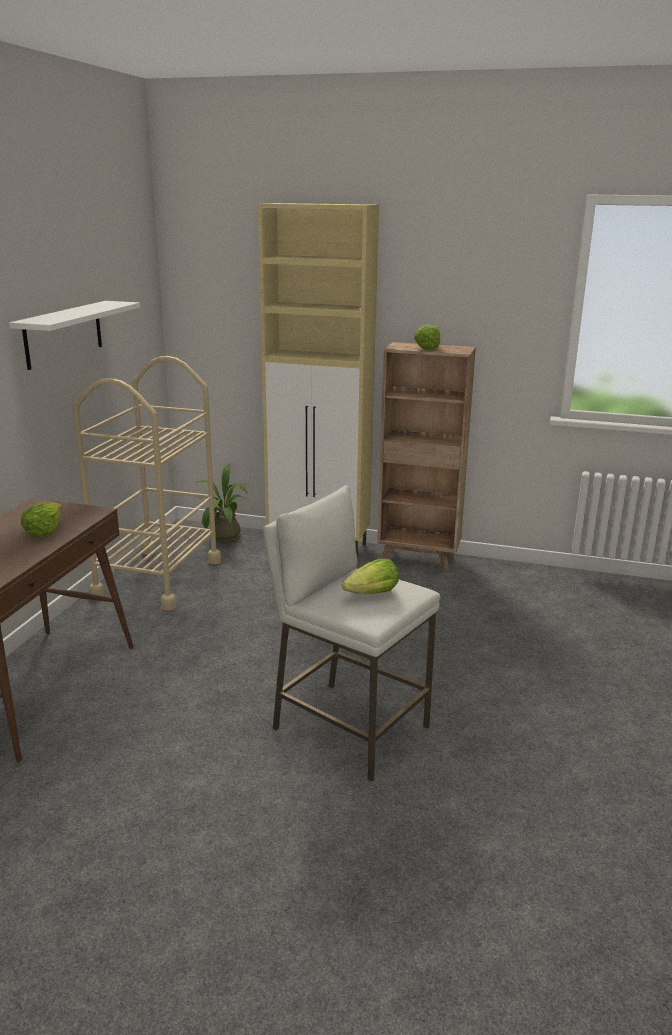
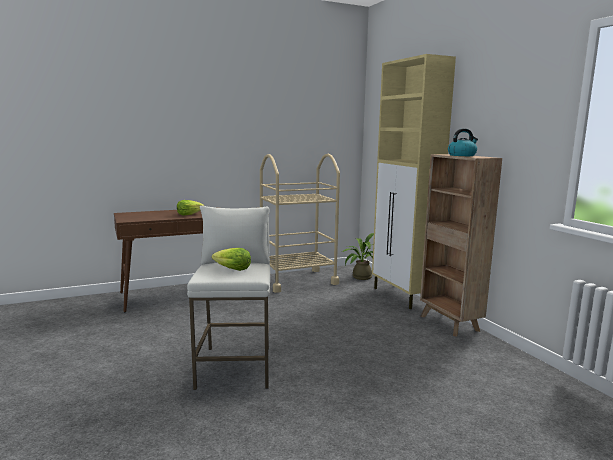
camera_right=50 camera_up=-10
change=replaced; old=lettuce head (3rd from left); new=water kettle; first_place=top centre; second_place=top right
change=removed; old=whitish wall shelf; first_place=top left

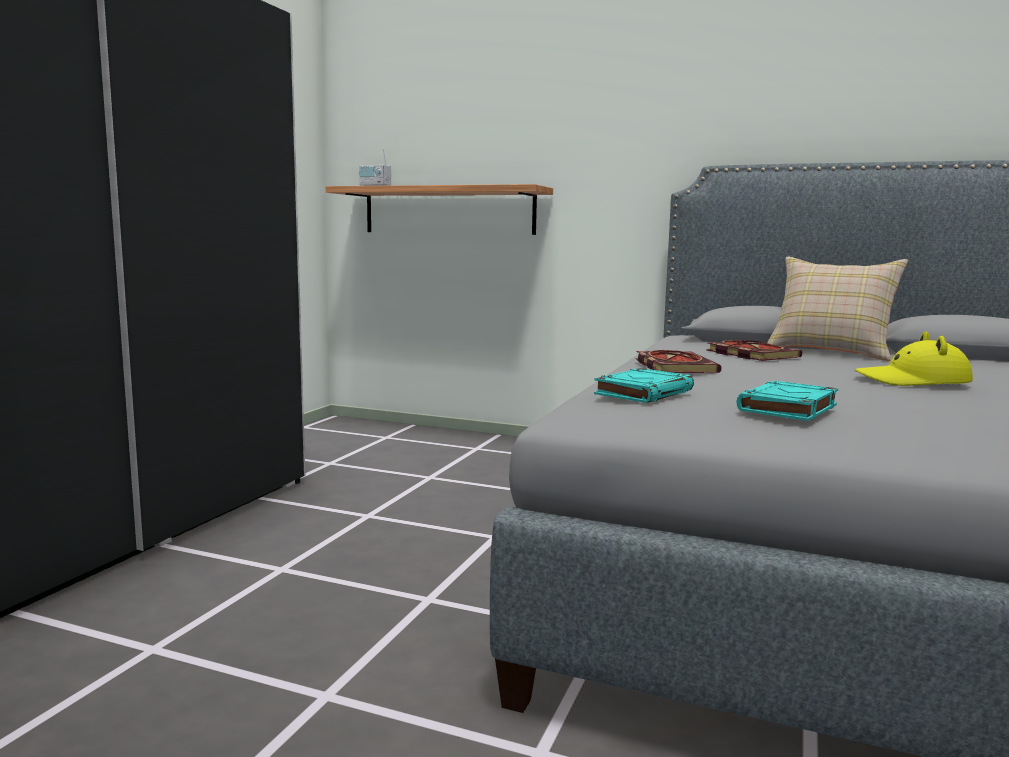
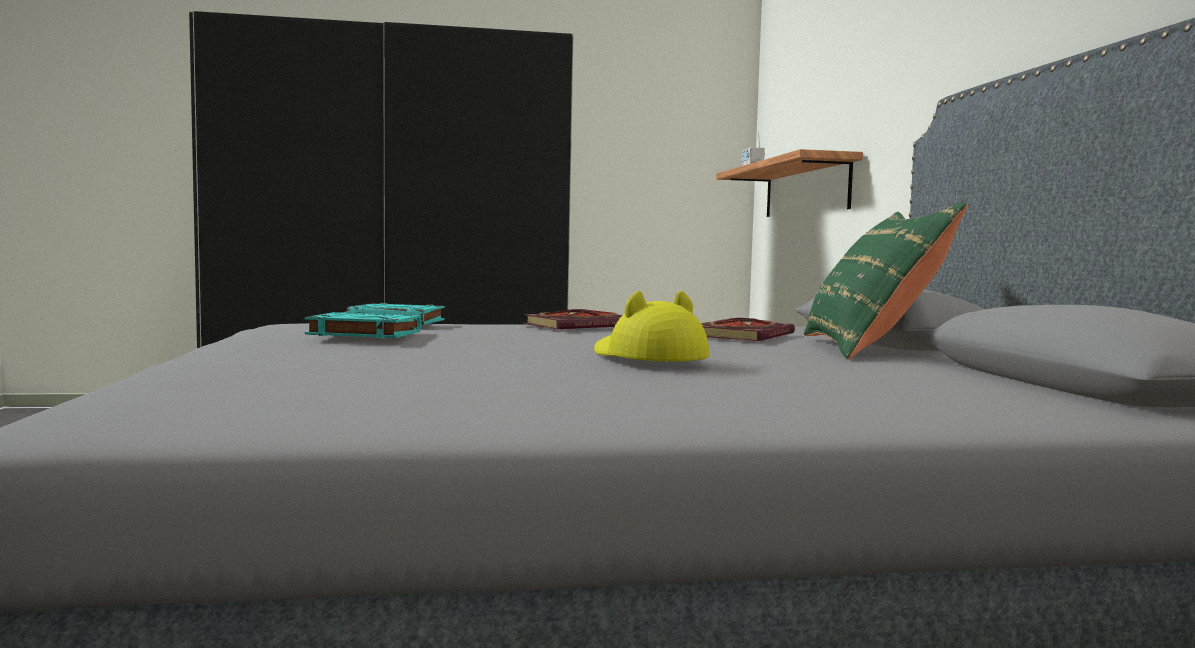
camera_right=60 camera_up=-5
change=recoloured; old=beige cushion; new=greenish cushion; first_place=middle right; second_place=middle right

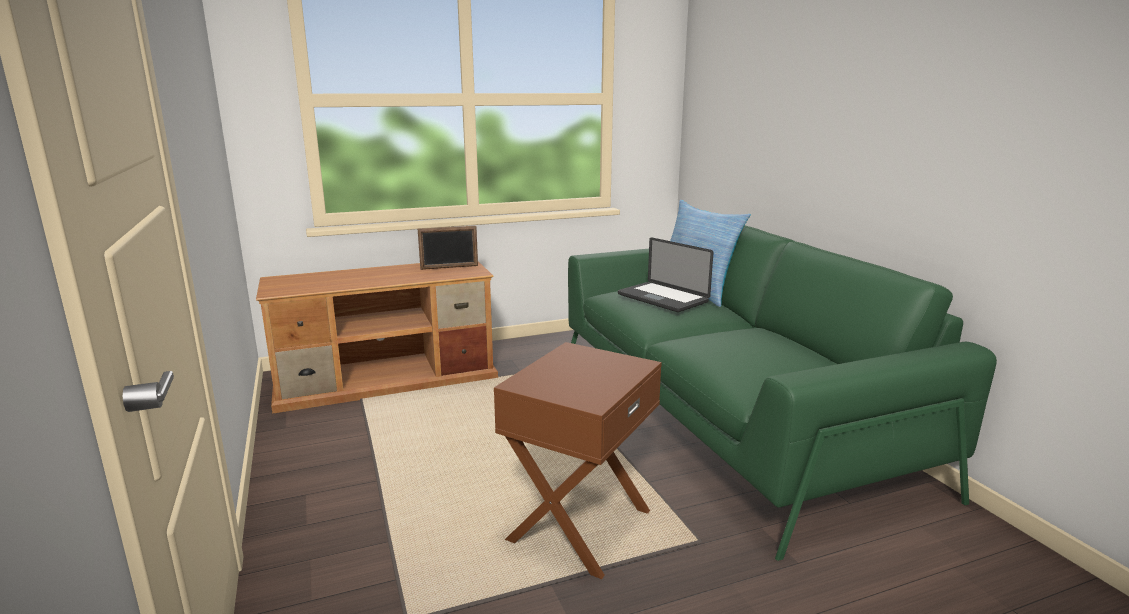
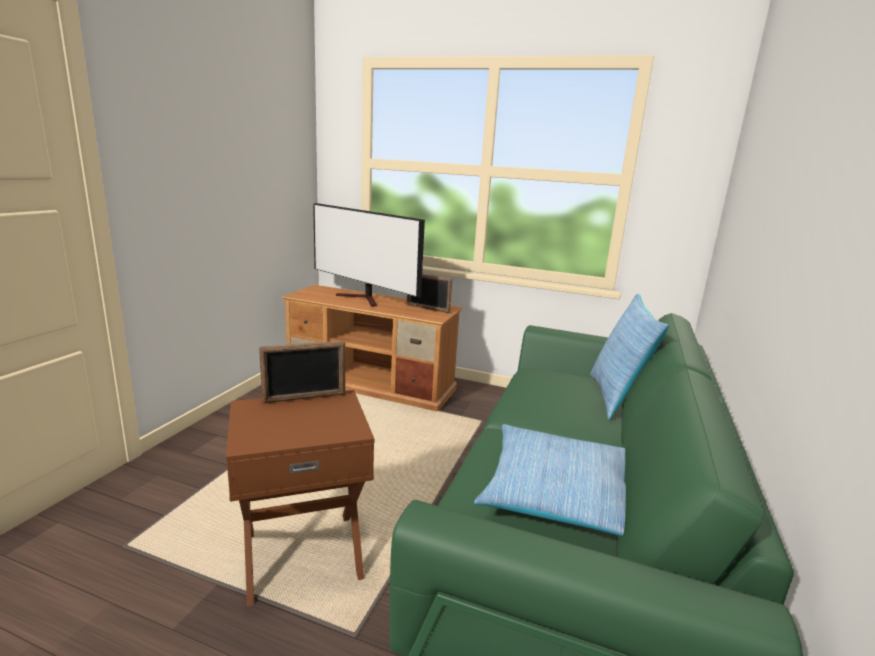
camera_right=40 camera_up=0
change=added; new=photo frame (1st from left); second_place=centre
change=added; new=TV set; second_place=centre
change=added; new=cushion (1st from left); second_place=bottom centre
change=removed; old=portable computer; first_place=centre

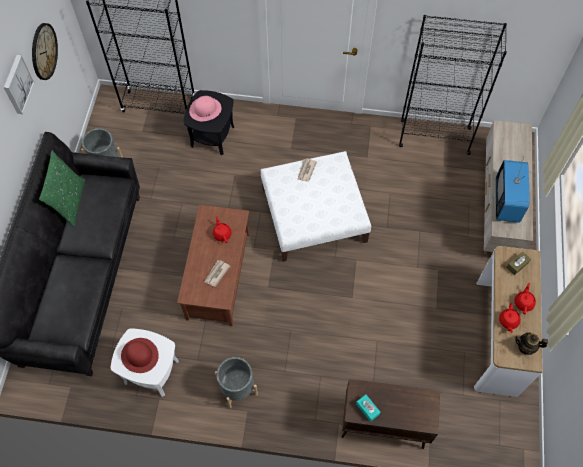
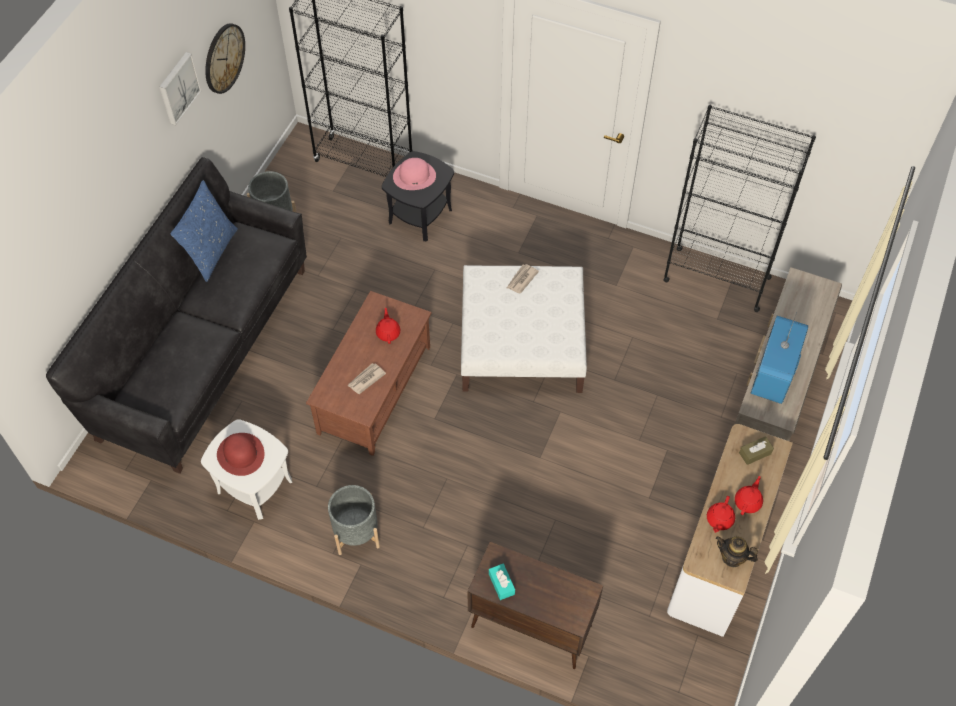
camera_right=15 camera_up=-5
change=recoloured; old=greenish cushion; new=blue cushion; first_place=middle left; second_place=top left

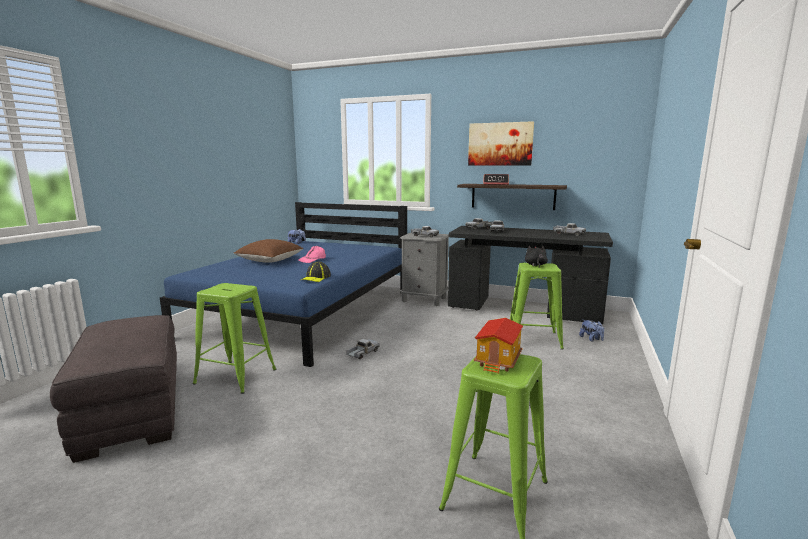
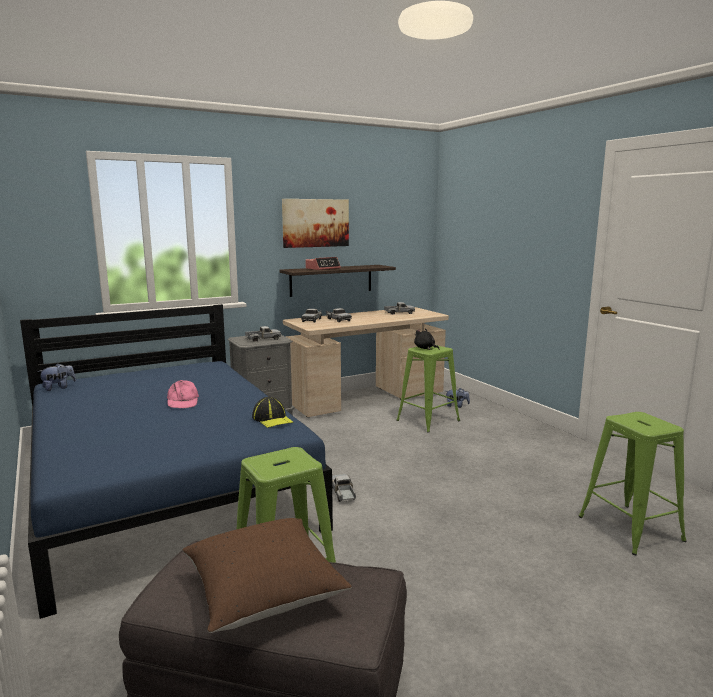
camera_right=-50 camera_up=0
change=moved; old=brownish cushion; first_place=middle left; second_place=bottom centre
change=recoloured; old=black-coloured desk table; new=beige desk table; first_place=centre; second_place=centre
change=removed; old=miniature house; first_place=centre

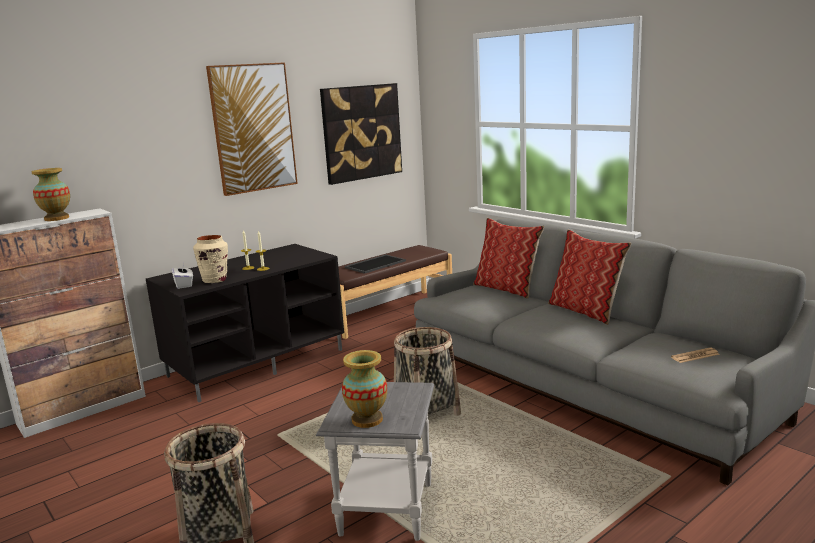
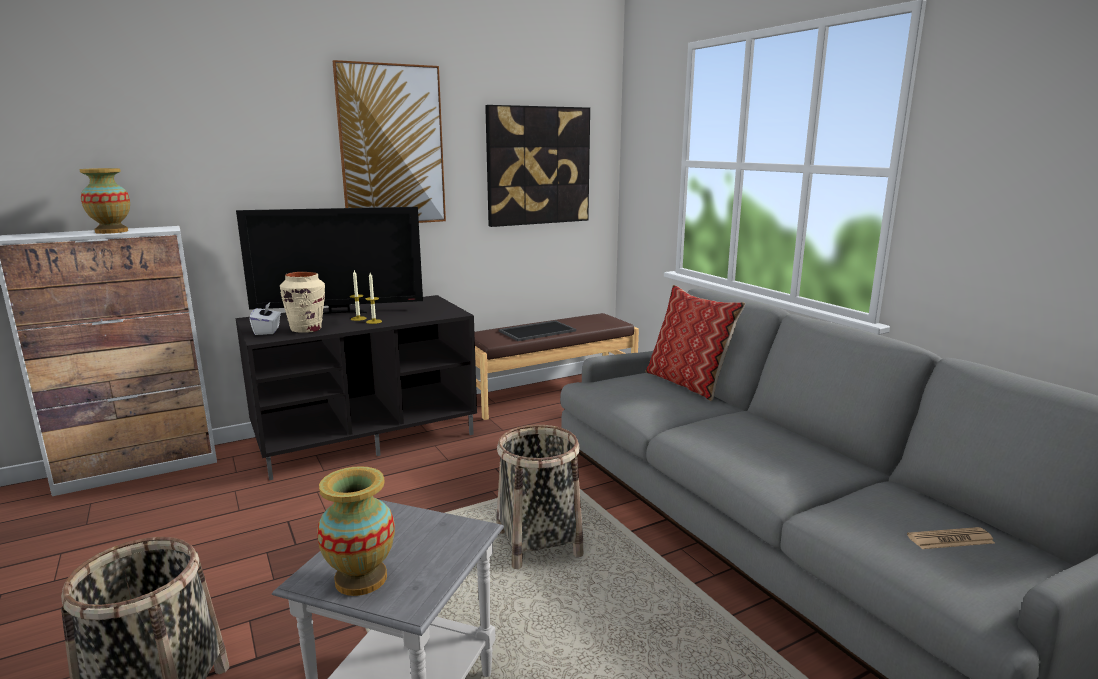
camera_right=10 camera_up=0
change=added; new=TV set; second_place=middle left
change=removed; old=cushion (2nd from left); first_place=middle right

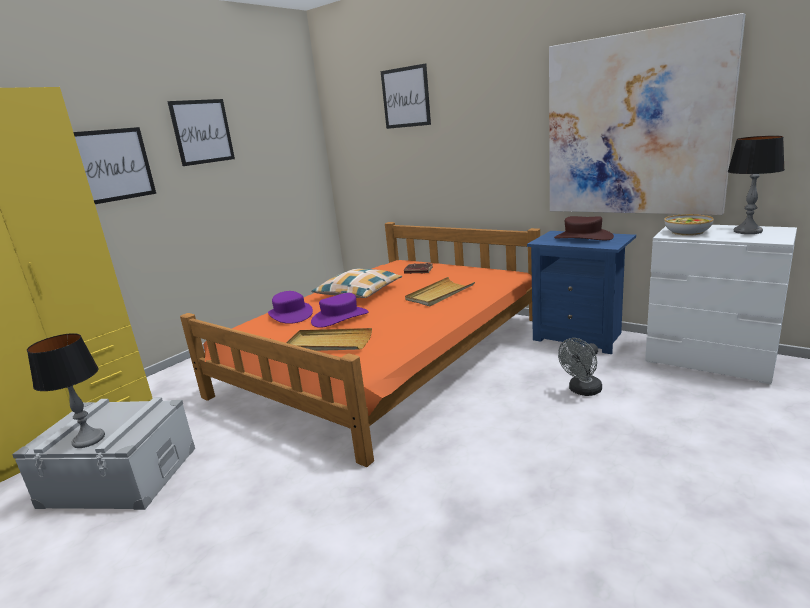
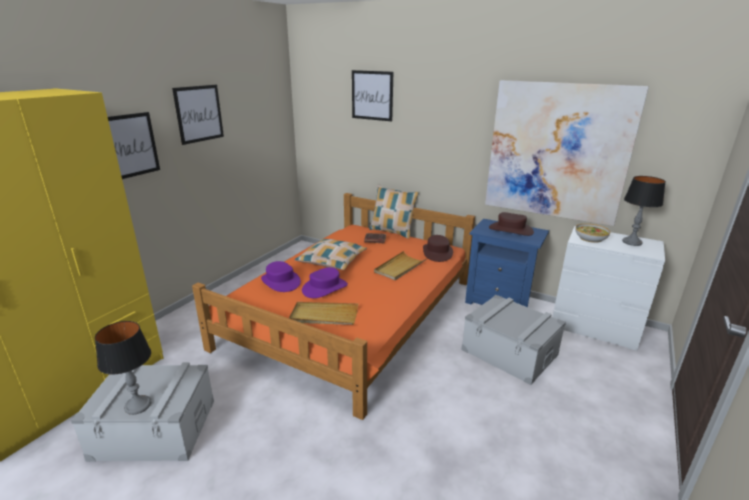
camera_right=-10 camera_up=5
change=added; new=cushion (2nd from left); second_place=centre
change=added; new=brownish wearable hat (1st from left); second_place=centre
change=replaced; old=grey electric fan; new=grey storage container (2nd from left); first_place=middle right; second_place=bottom right

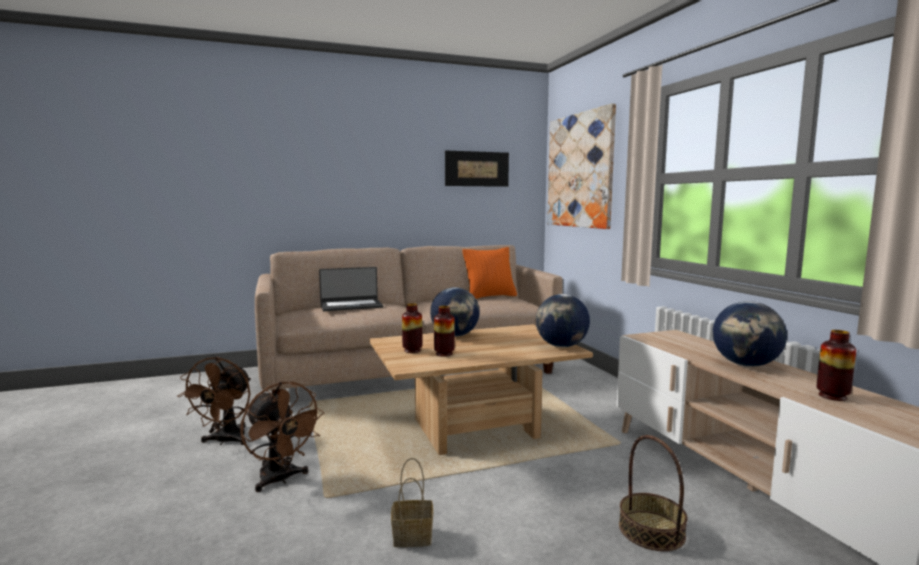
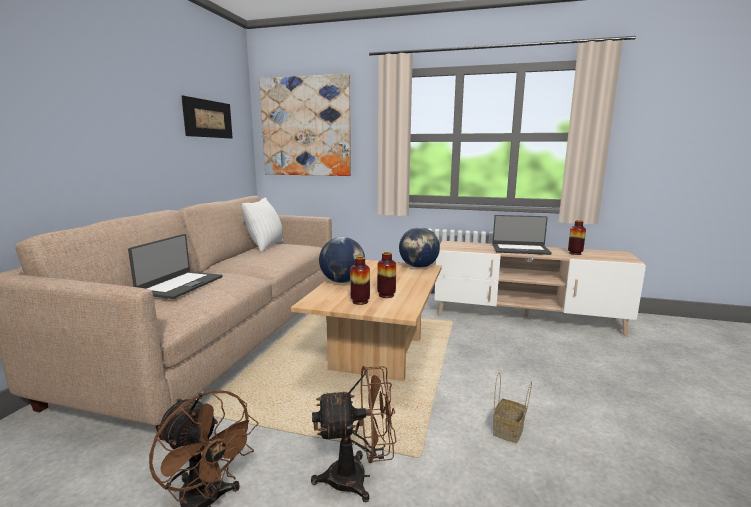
camera_right=-55 camera_up=5
change=recoloured; old=orange-coloured cushion; new=whitish cushion; first_place=centre; second_place=centre
change=replaced; old=globe (3rd from left); new=portable computer (2nd from left); first_place=middle right; second_place=middle right
change=removed; old=storage basket (2nd from left); first_place=bottom right

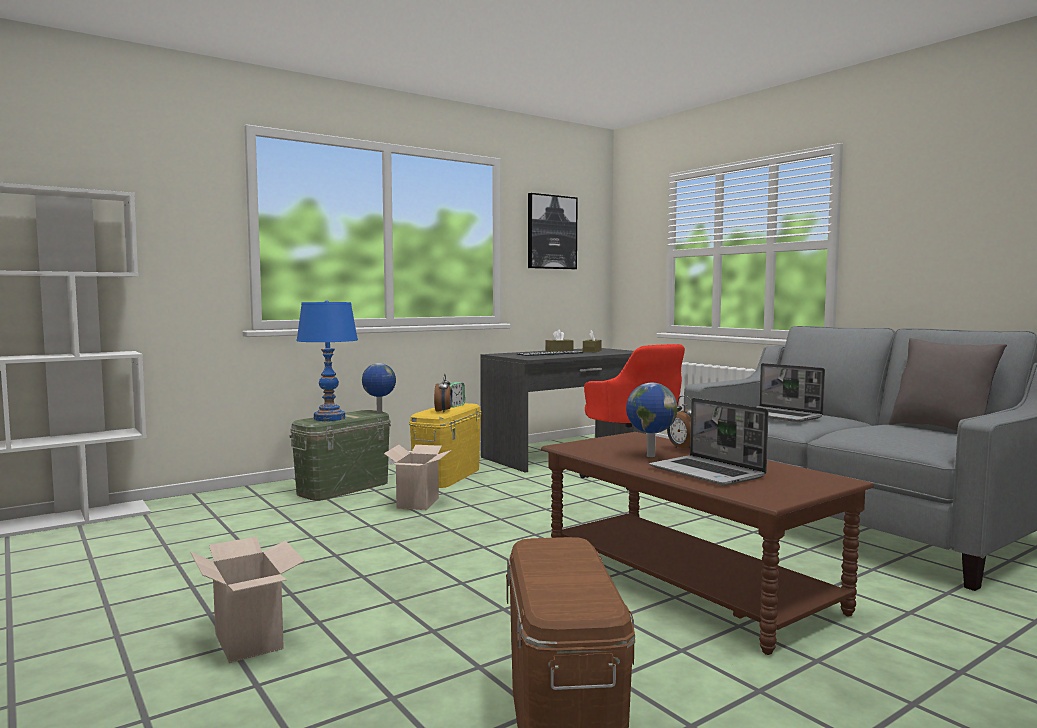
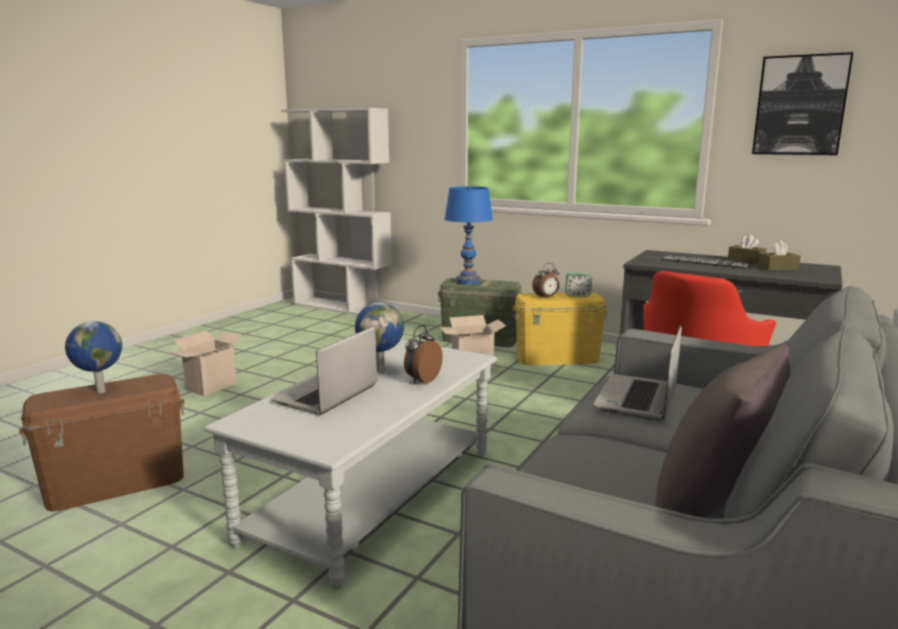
camera_right=65 camera_up=10
change=moved; old=globe (1st from left); first_place=centre; second_place=middle left
change=recoloured; old=brownish coffee table; new=grey coffee table; first_place=bottom right; second_place=bottom centre

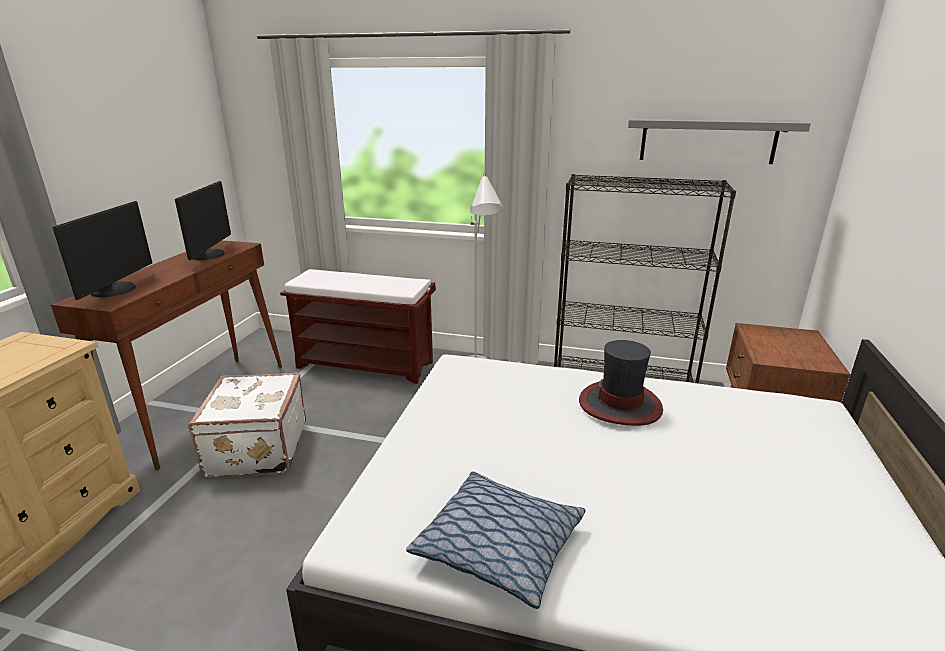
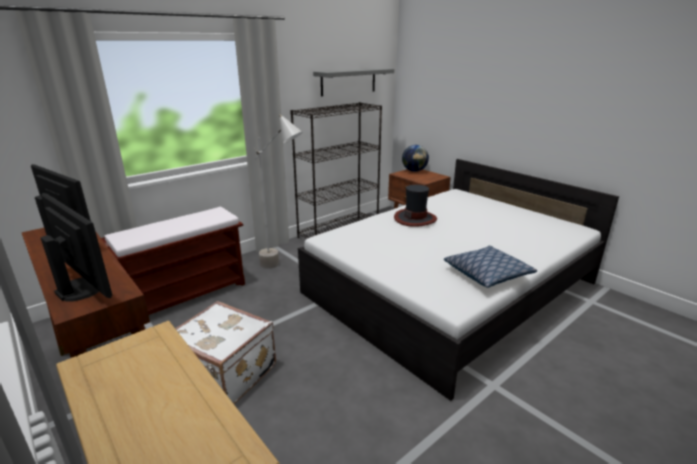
camera_right=-55 camera_up=0
change=added; new=globe; second_place=centre

